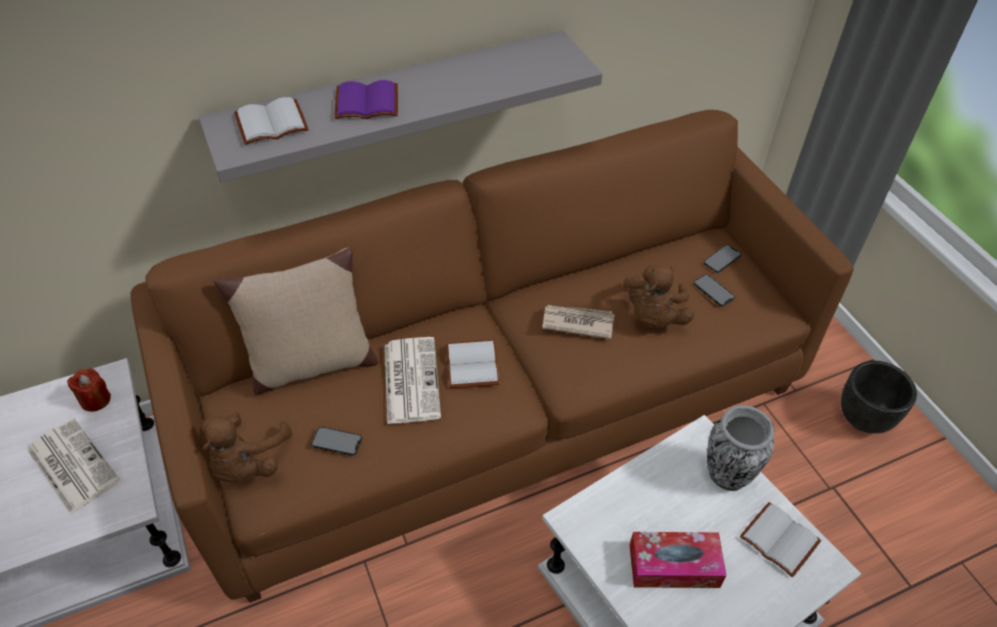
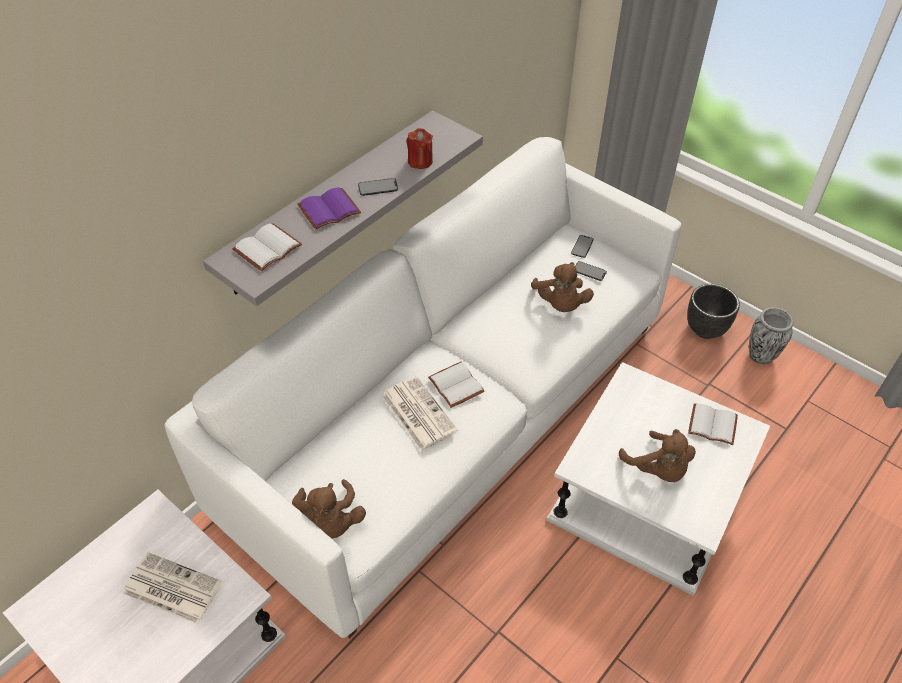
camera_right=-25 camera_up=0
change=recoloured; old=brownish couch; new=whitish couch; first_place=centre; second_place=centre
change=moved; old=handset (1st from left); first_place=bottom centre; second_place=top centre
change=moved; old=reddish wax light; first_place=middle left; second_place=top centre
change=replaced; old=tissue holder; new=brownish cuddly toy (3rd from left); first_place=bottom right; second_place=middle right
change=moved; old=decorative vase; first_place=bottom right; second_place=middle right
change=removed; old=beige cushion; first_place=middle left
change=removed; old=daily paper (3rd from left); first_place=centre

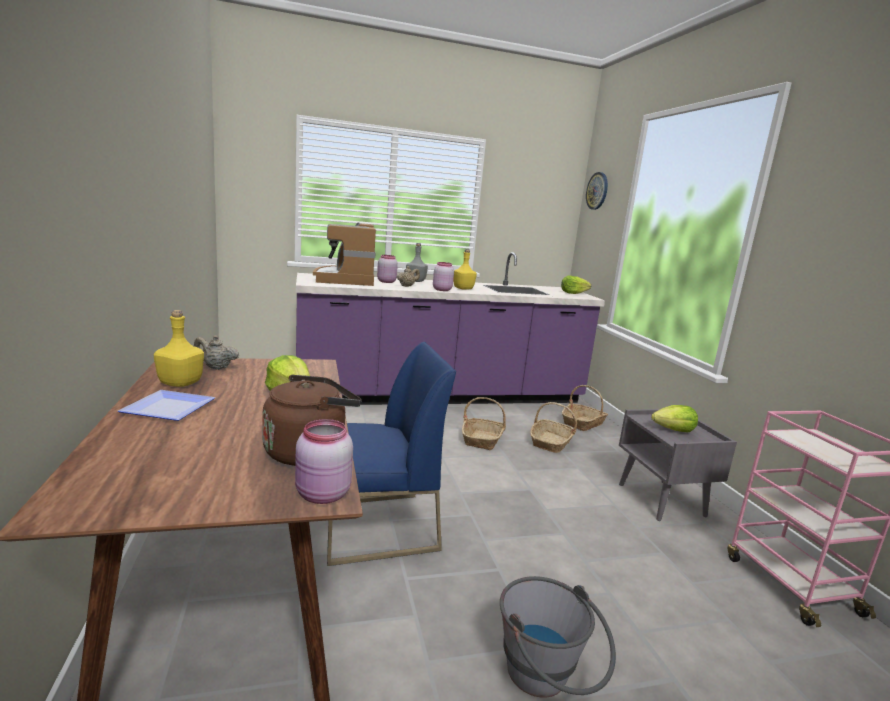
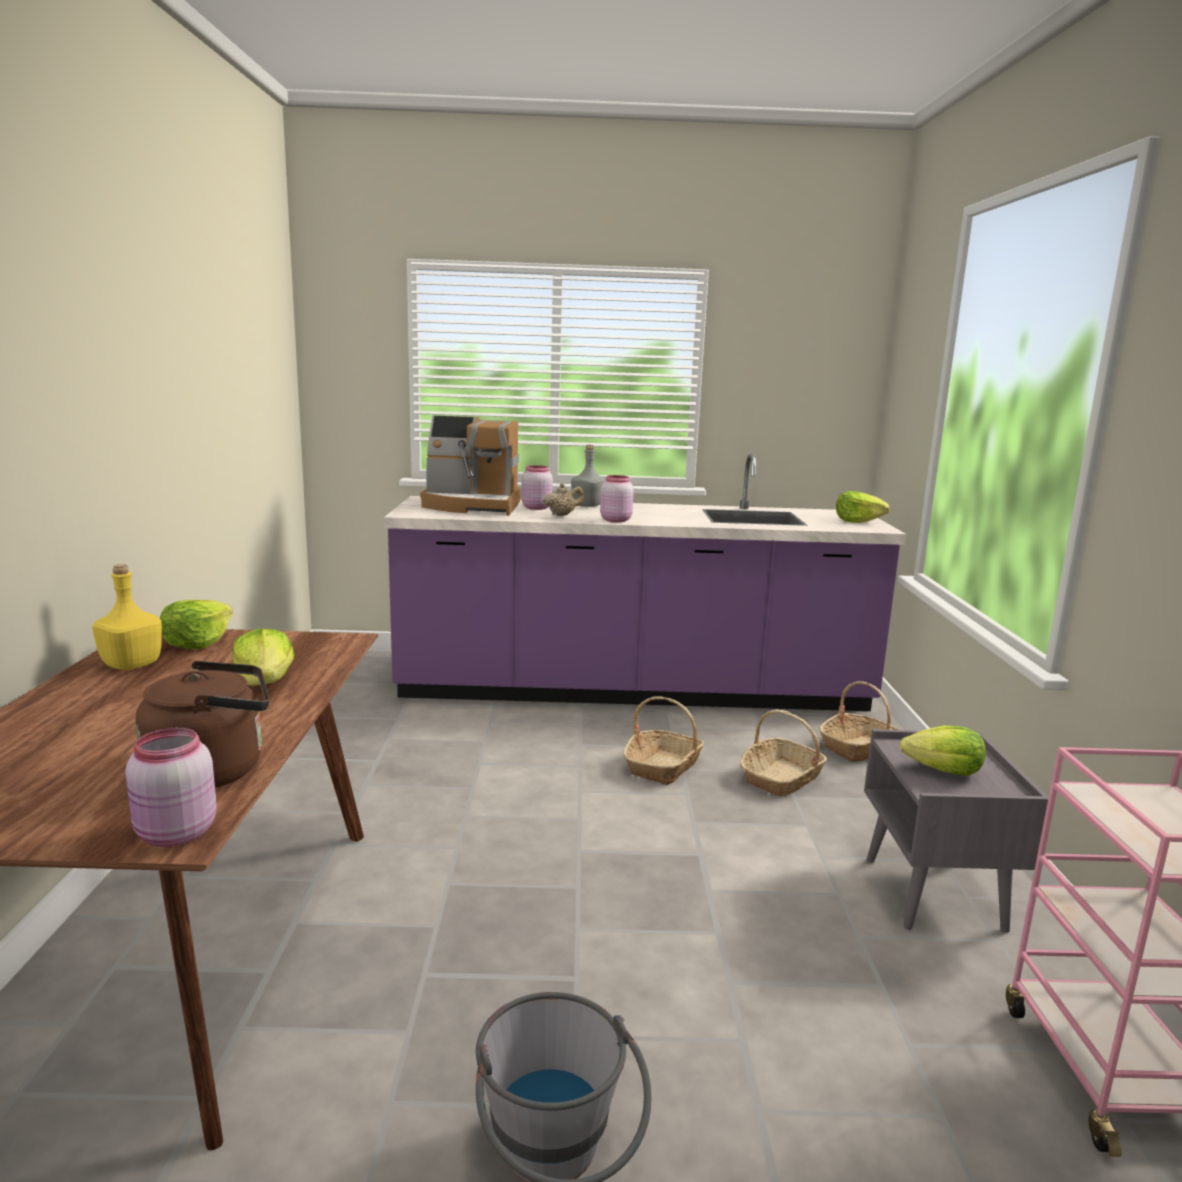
camera_right=15 camera_up=0
change=replaced; old=beige teapot (1st from left); new=lettuce head (1st from left); first_place=middle left; second_place=middle left
change=turned; old=coffee machine; first_place=centre; second_place=centre; degrees=-90
change=removed; old=plate; first_place=middle left
change=removed; old=blue chair; first_place=centre
change=removed; old=yellowish beverage bottle (2nd from left); first_place=centre
change=removed; old=wall clock; first_place=top right

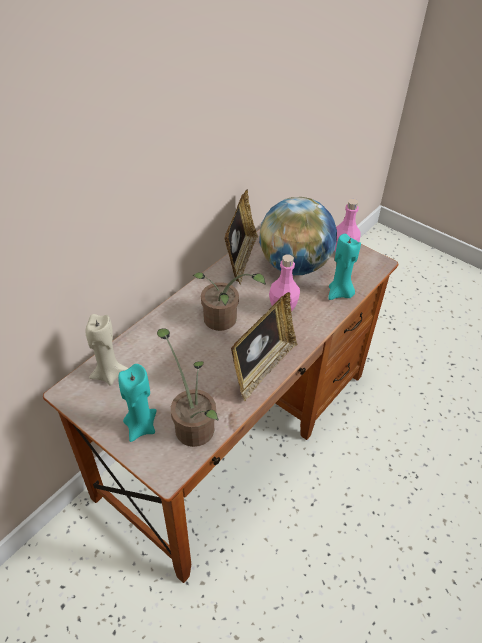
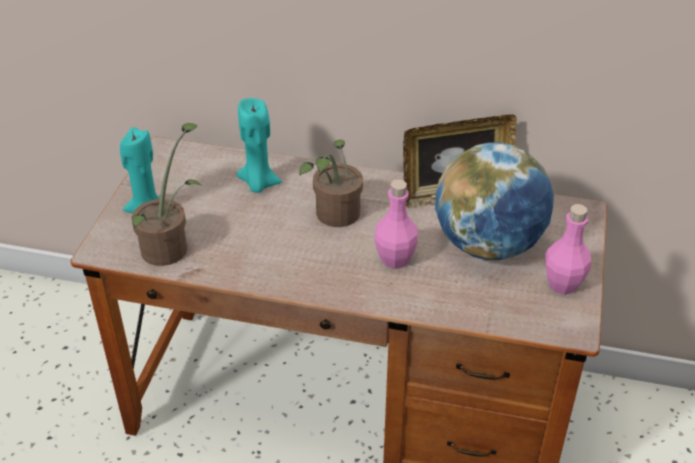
camera_right=65 camera_up=-5
change=moved; old=blue-green wax light (2nd from left); first_place=middle right; second_place=top centre
change=removed; old=beige wax light; first_place=middle left
change=removed; old=photo frame (2nd from left); first_place=centre

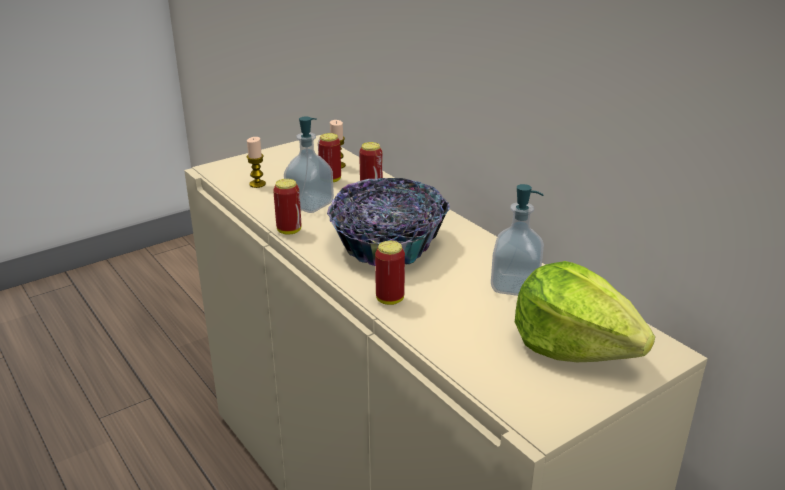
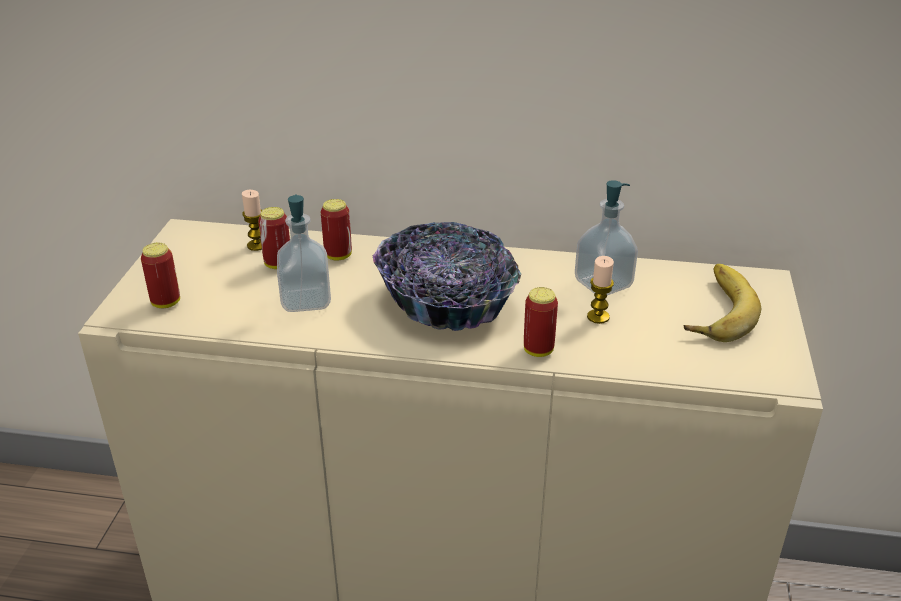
camera_right=-45 camera_up=5
change=moved; old=sealed can (1st from left); first_place=centre; second_place=middle left
change=moved; old=wax light (1st from left in the first image); new=wax light (2nd from left); first_place=top left; second_place=centre
change=replaced; old=lettuce head; new=banana fruit; first_place=middle right; second_place=middle right

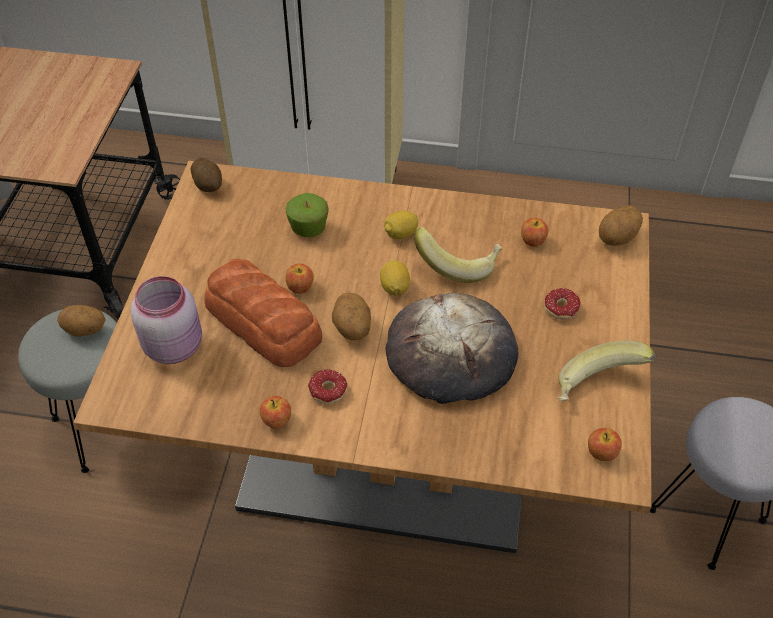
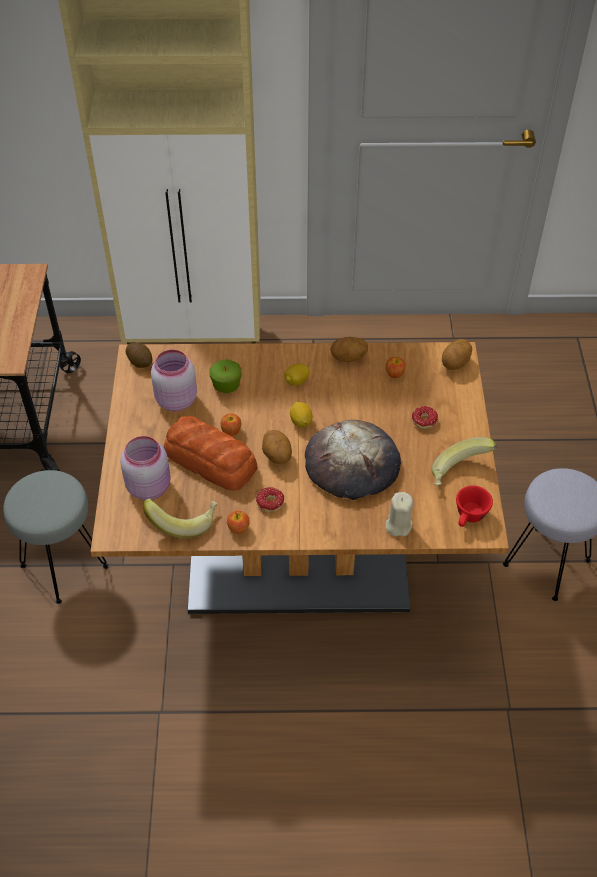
camera_right=-10 camera_up=0
change=moved; old=banana fruit (1st from left); first_place=centre; second_place=middle left
change=added; new=pink-coloured jar (2nd from left); second_place=middle left
change=moved; old=whole potato (1st from left in the first image); new=whole potato (3rd from left); first_place=middle left; second_place=centre
change=added; new=beige wax light; second_place=middle right
change=replaced; old=apple fruit (5th from left); new=reddish drinking cup; first_place=bottom right; second_place=middle right

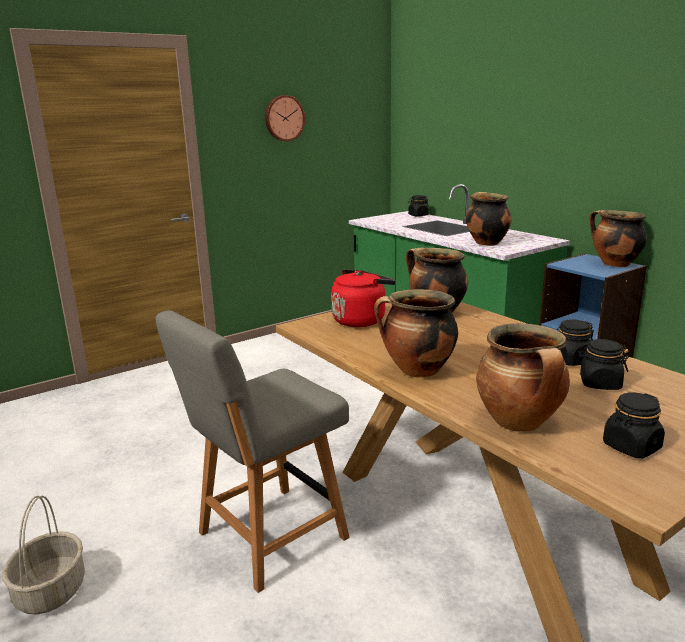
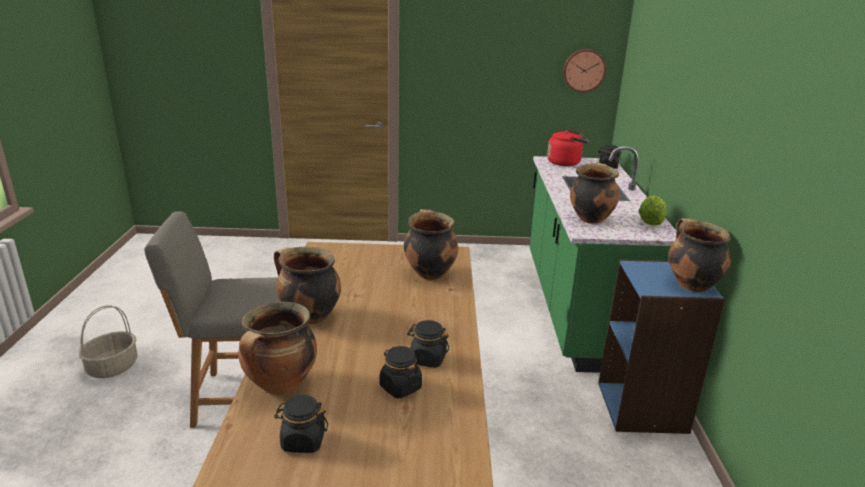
camera_right=35 camera_up=5
change=moved; old=reddish water kettle; first_place=centre; second_place=top centre
change=moved; old=wall clock; first_place=top centre; second_place=top right
change=added; new=lettuce head; second_place=middle right

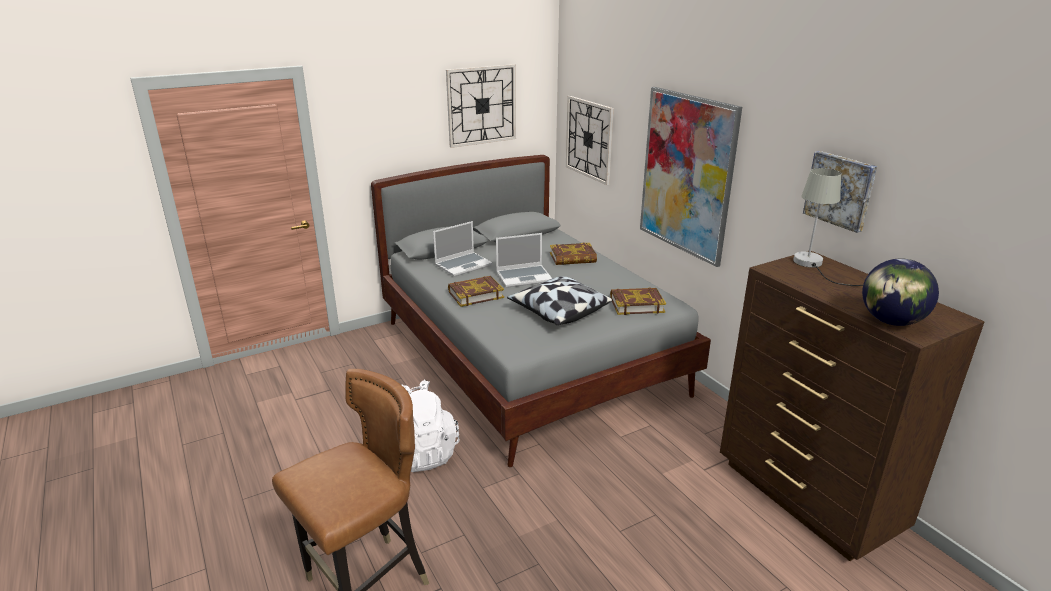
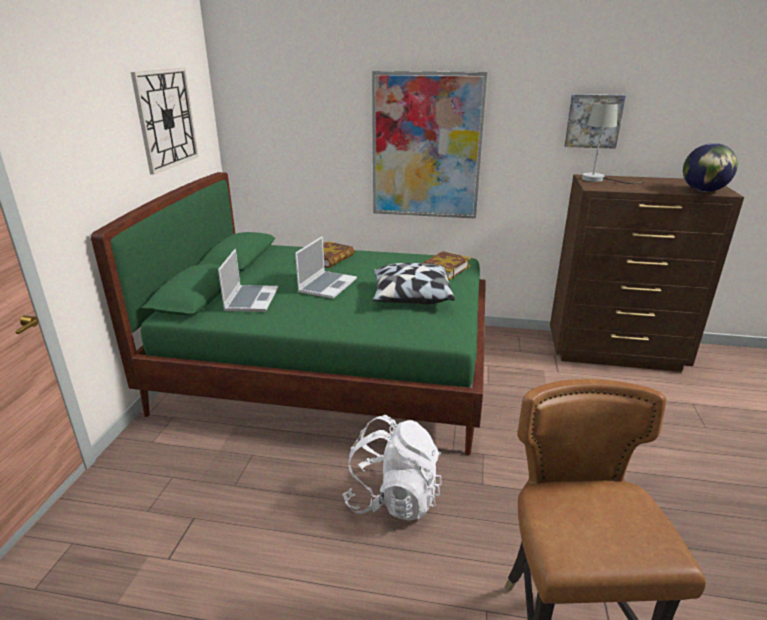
camera_right=-50 camera_up=0
change=recoloured; old=grey bed; new=greenish bed; first_place=centre; second_place=centre
change=removed; old=bound book (1st from left); first_place=centre
change=removed; old=wall clock (2nd from left); first_place=top centre

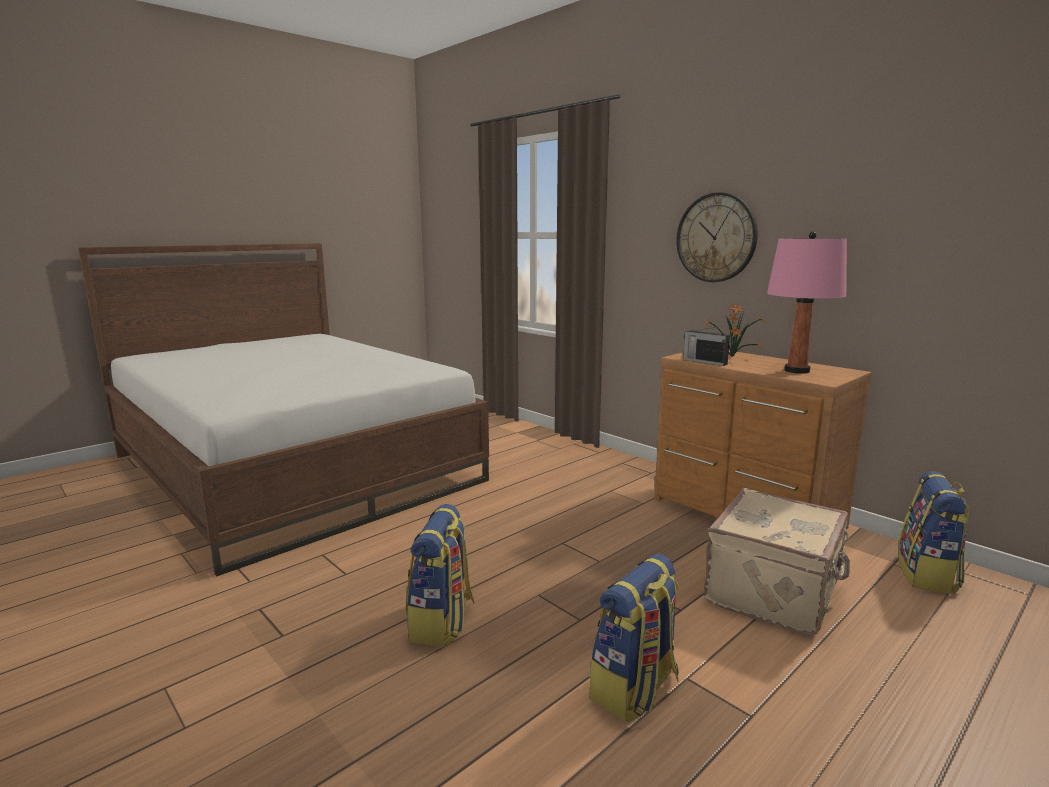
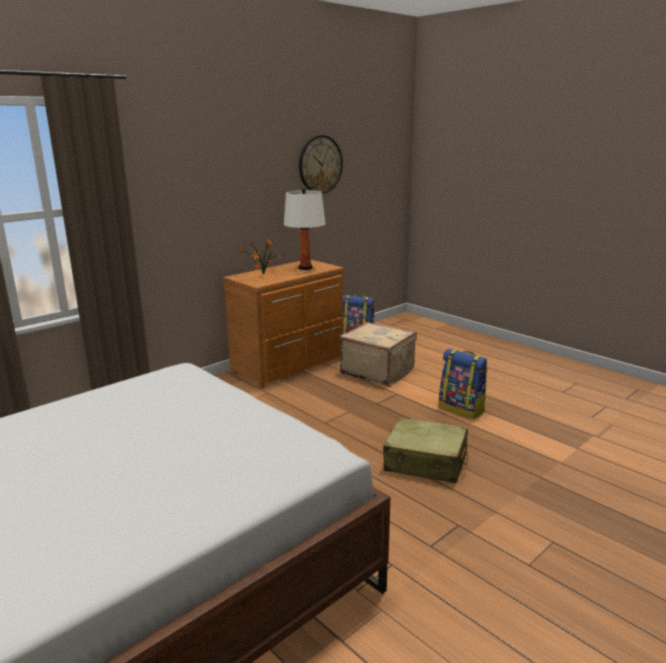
camera_right=-90 camera_up=5
change=recoloured; old=pink-coloured tabletop lamp; new=whitish tabletop lamp; first_place=middle right; second_place=centre
change=moved; old=wall clock; first_place=top right; second_place=top centre
change=replaced; old=backpack (1st from left); new=beige travel case (2nd from left); first_place=bottom centre; second_place=bottom centre
change=removed; old=radio receiver; first_place=middle right

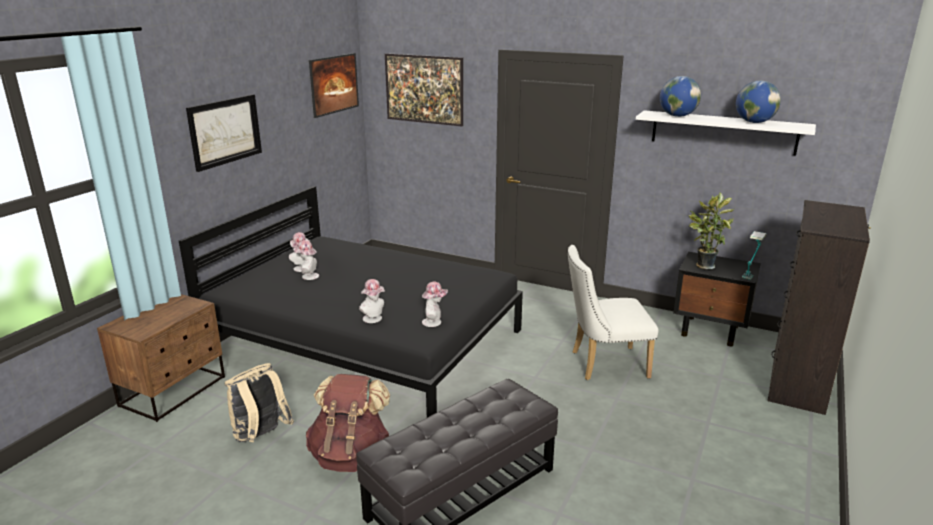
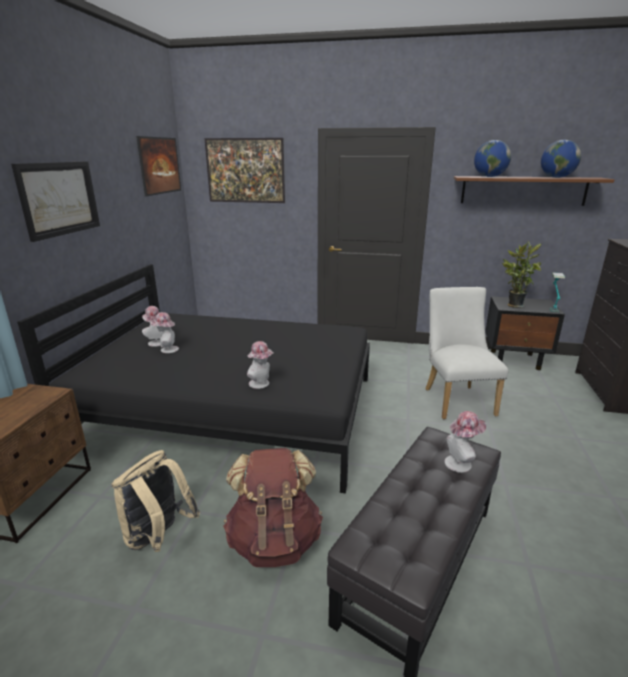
camera_right=-15 camera_up=0
change=turned; old=whitish chair; first_place=centre; second_place=middle right; degrees=105
change=moved; old=wearable hat (4th from left); first_place=centre; second_place=middle right
change=recoloured; old=whitish wall shelf; new=brownish wall shelf; first_place=top right; second_place=top right

